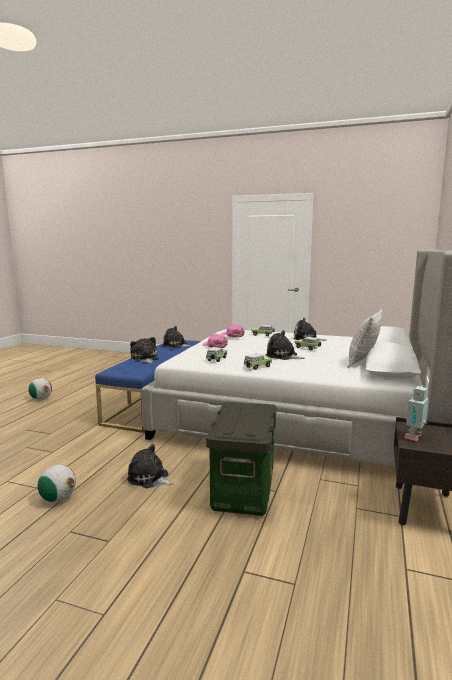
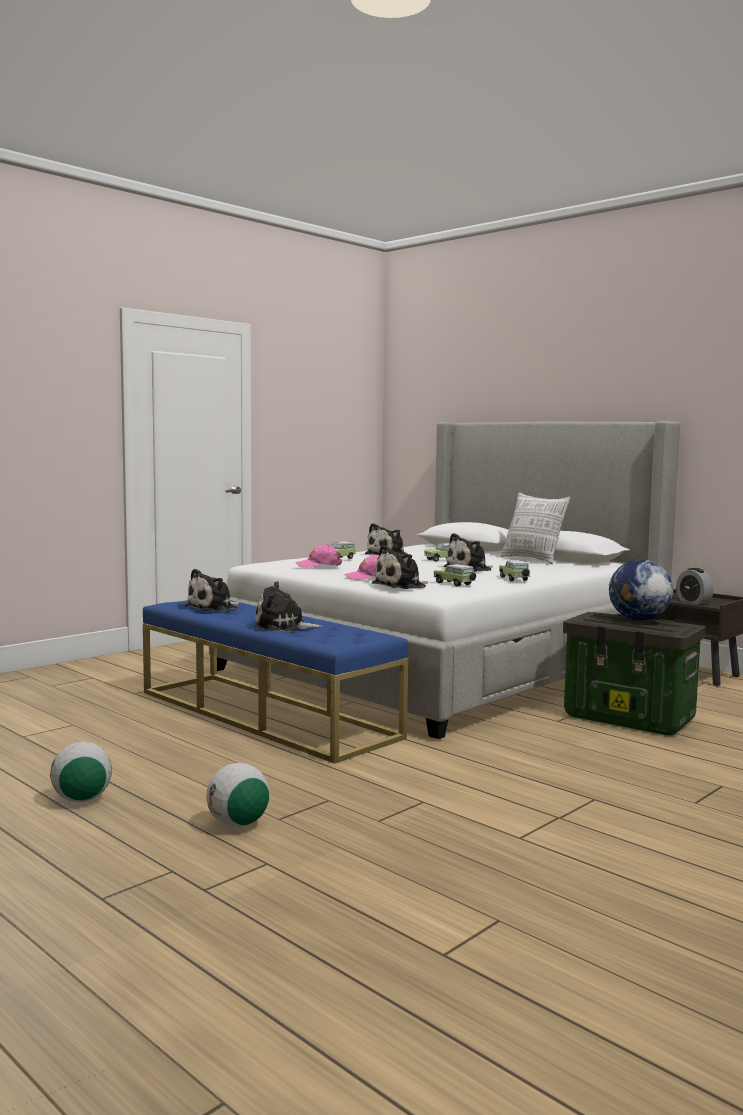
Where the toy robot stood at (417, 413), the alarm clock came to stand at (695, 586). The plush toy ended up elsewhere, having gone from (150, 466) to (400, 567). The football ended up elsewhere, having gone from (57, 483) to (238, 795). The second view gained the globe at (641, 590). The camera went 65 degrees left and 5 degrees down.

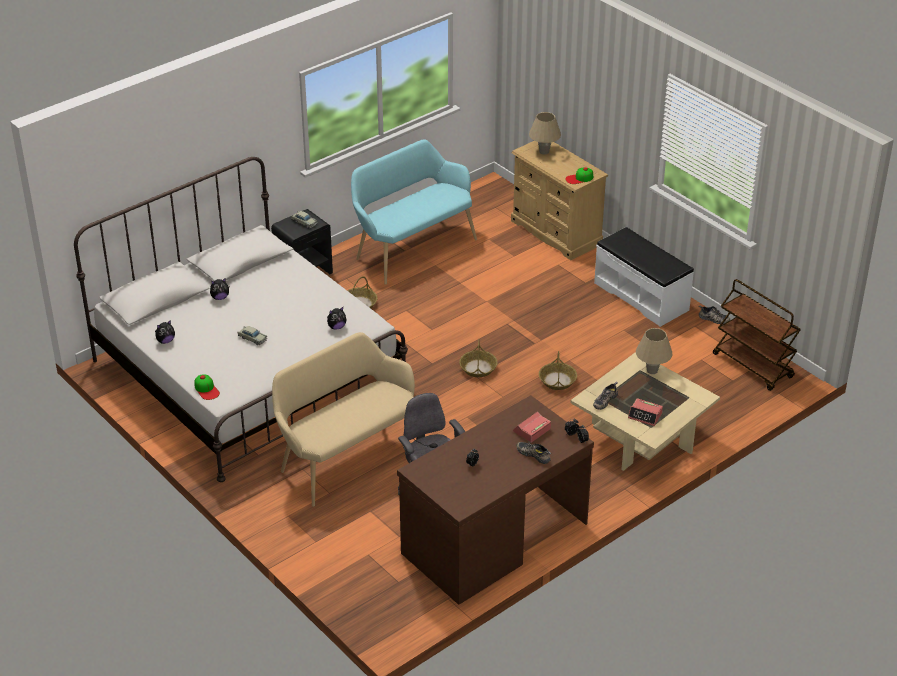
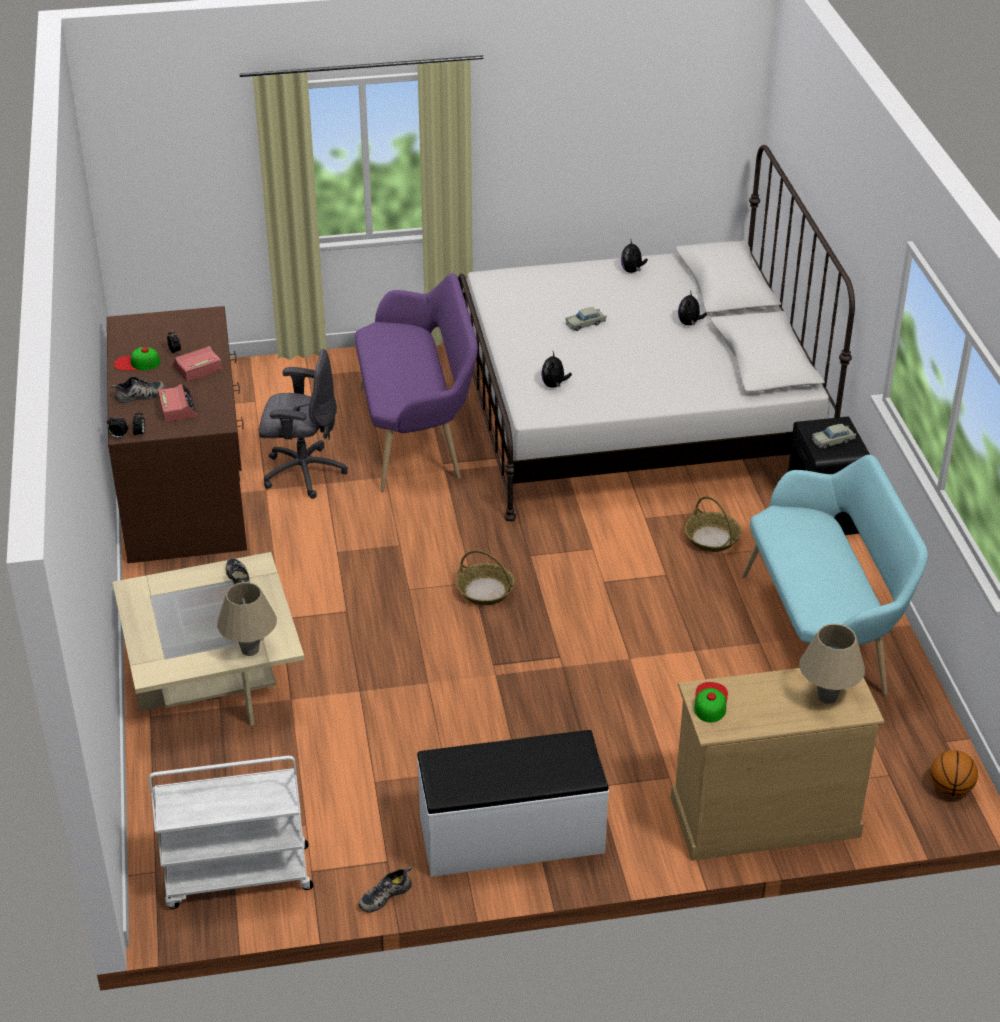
What was the cart/brown at (757, 335) turned into the cart/white at (231, 832). What was the bench/beige at (343, 419) turned into the bench/purple at (416, 382). The second view lost the basket at (558, 370). The cap ended up elsewhere, having gone from (207, 387) to (137, 359). The alarm clock ended up elsewhere, having gone from (645, 412) to (197, 364). The second view gained the basketball at (954, 773). The camera went 120 degrees right and 0 degrees up.

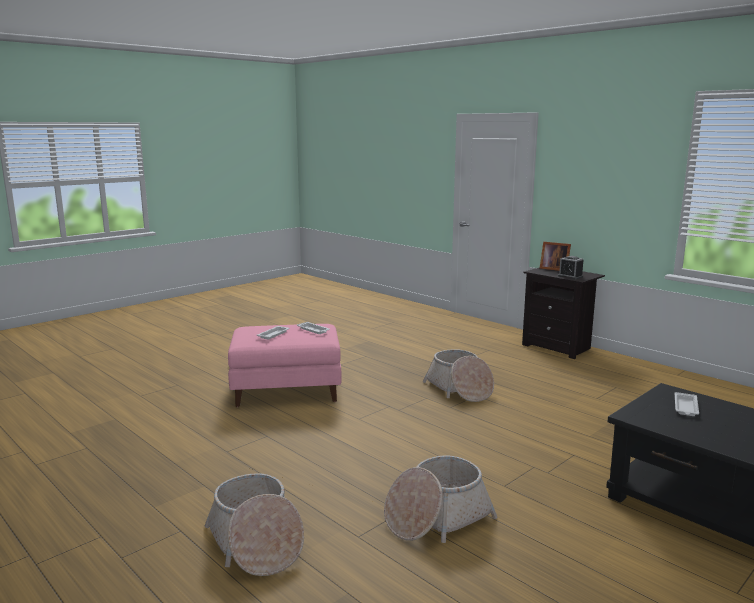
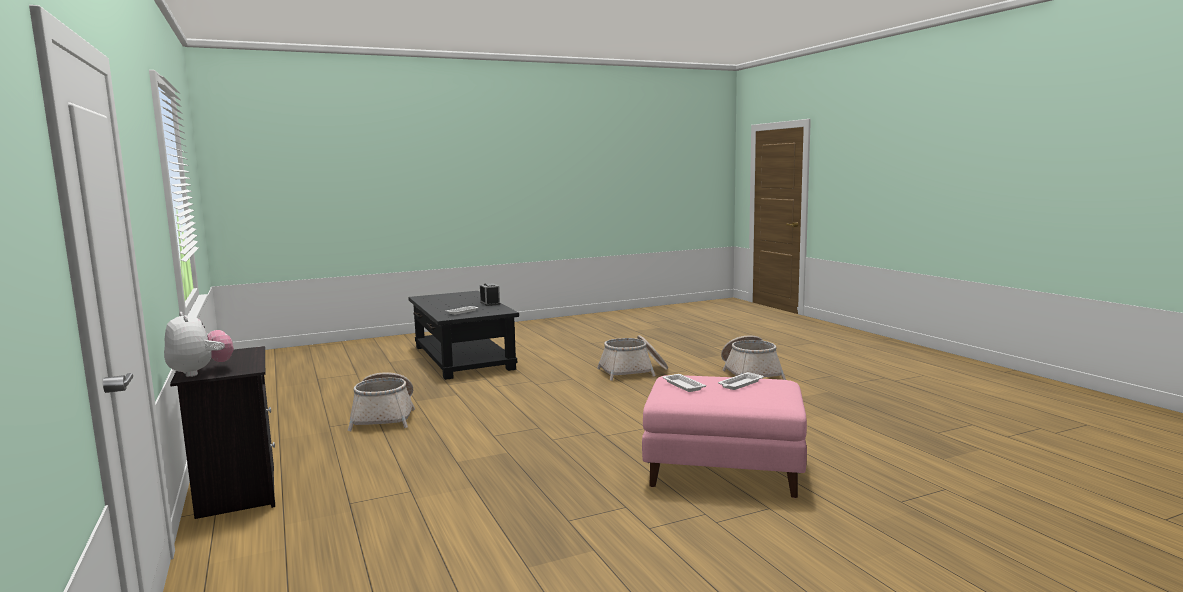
Where the picture frame stood at (555, 256), the plush toy came to stand at (199, 344). The alarm clock ended up elsewhere, having gone from (570, 267) to (490, 294). The basket ended up elsewhere, having gone from (458, 375) to (381, 401). The camera went 160 degrees left and 5 degrees down.

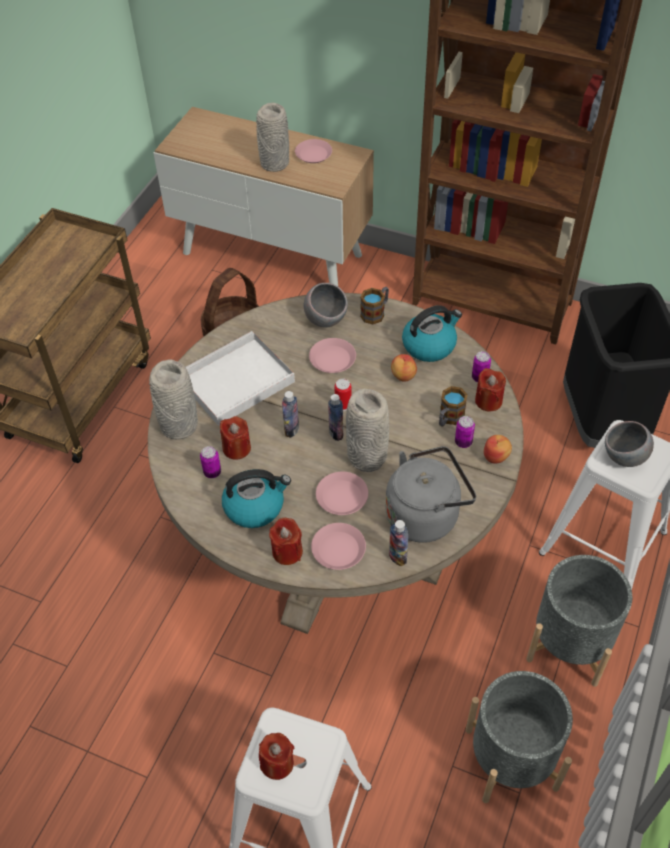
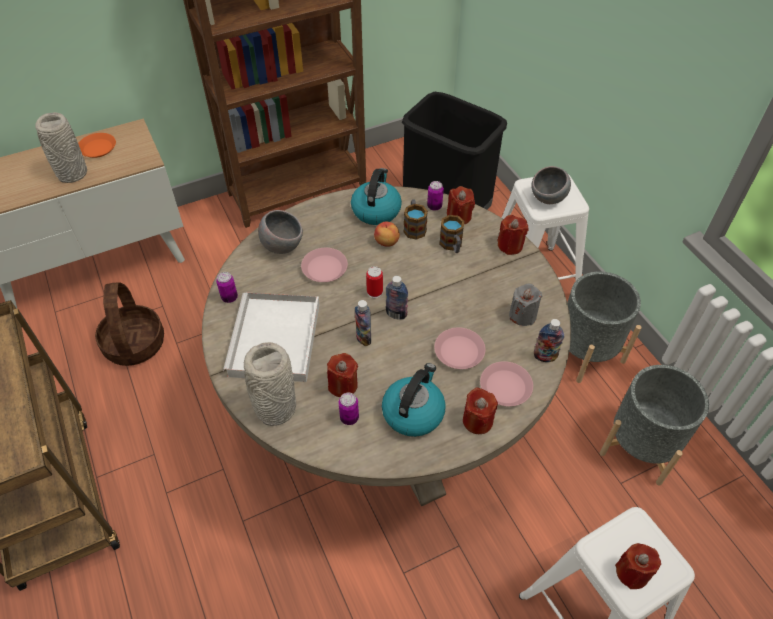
What was the plate/pink at (313, 151) turned into the plate/orange at (97, 145). The mug ended up elsewhere, having gone from (374, 305) to (415, 219). The second view lost the vase/grey at (367, 430). The can ended up elsewhere, having gone from (465, 432) to (227, 287). Where the apple stood at (498, 449), the candle/red came to stand at (513, 235). Where the kettle/grey stood at (430, 494), the candle/grey came to stand at (525, 304). The camera went 50 degrees left and 0 degrees up.

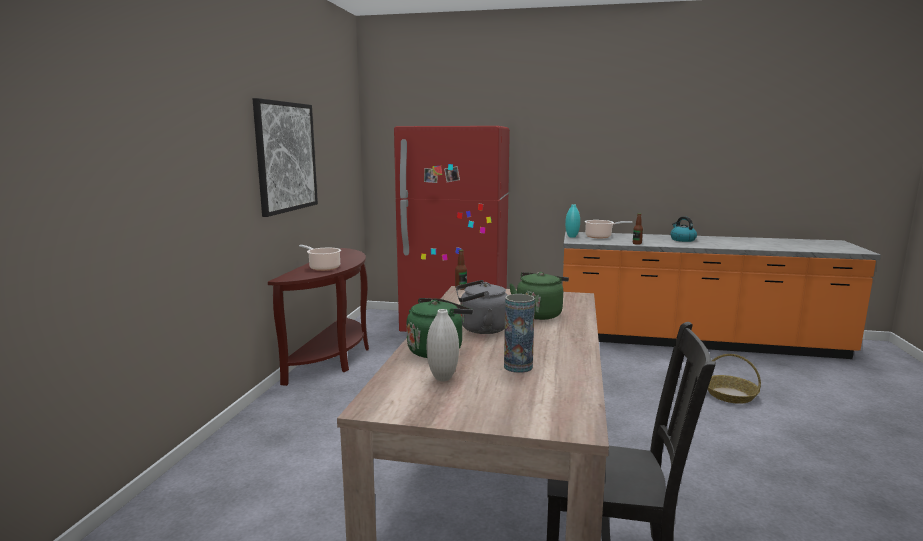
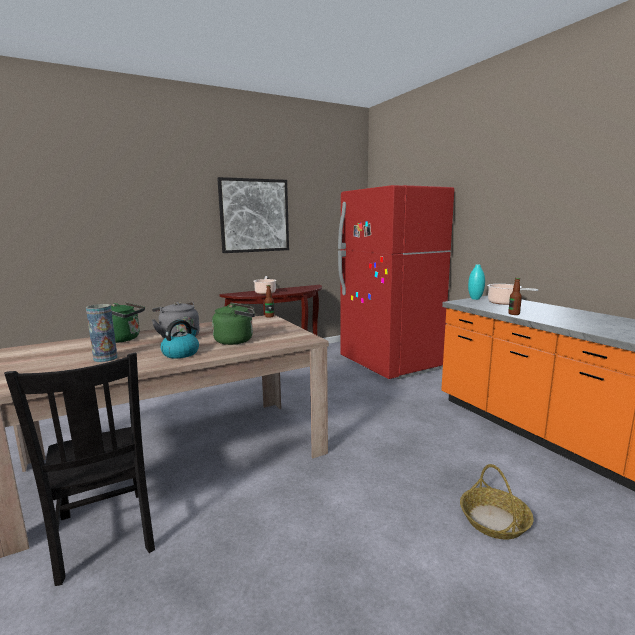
The kettle ended up elsewhere, having gone from (683, 229) to (179, 339). The second view lost the vase/white at (443, 345). The camera went 50 degrees right and 0 degrees up.

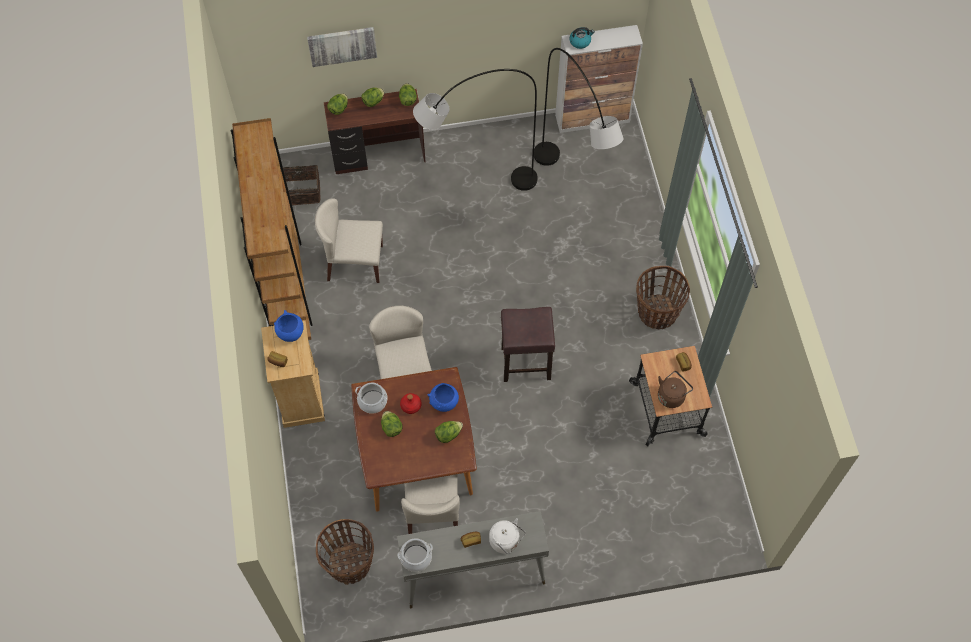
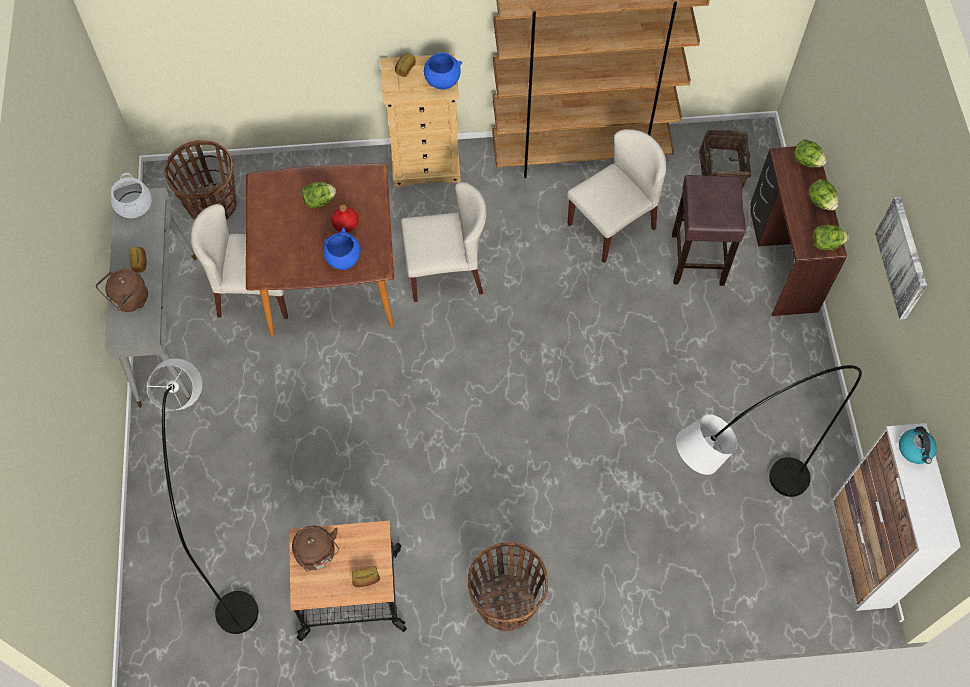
The picture ended up elsewhere, having gone from (342, 47) to (901, 258). The floor lamp/grey ended up elsewhere, having gone from (475, 130) to (202, 496). The chair/beige at (349, 240) ended up facing another way, 45 degrees clockwise from before. The stool/brown ended up elsewhere, having gone from (528, 344) to (709, 230). The second view lost the cooking pot at (371, 398). The second view lost the lettuce at (449, 432). What was the kettle/white at (507, 536) turned into the kettle/brown at (122, 290). The camera went 95 degrees right and 0 degrees up.

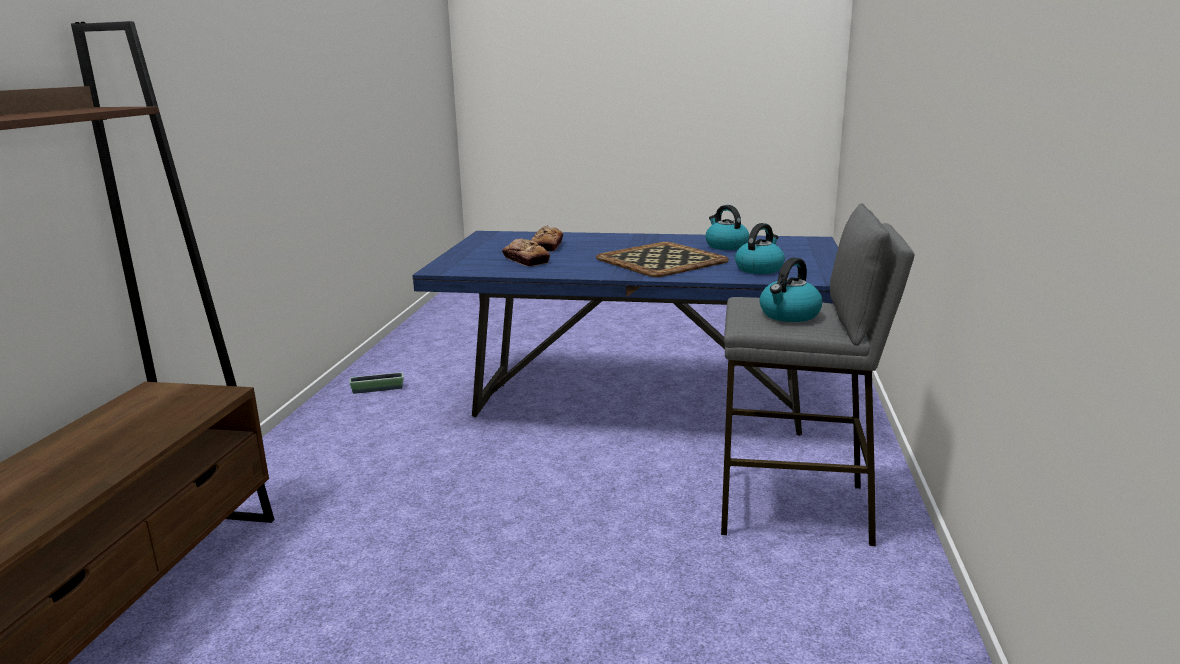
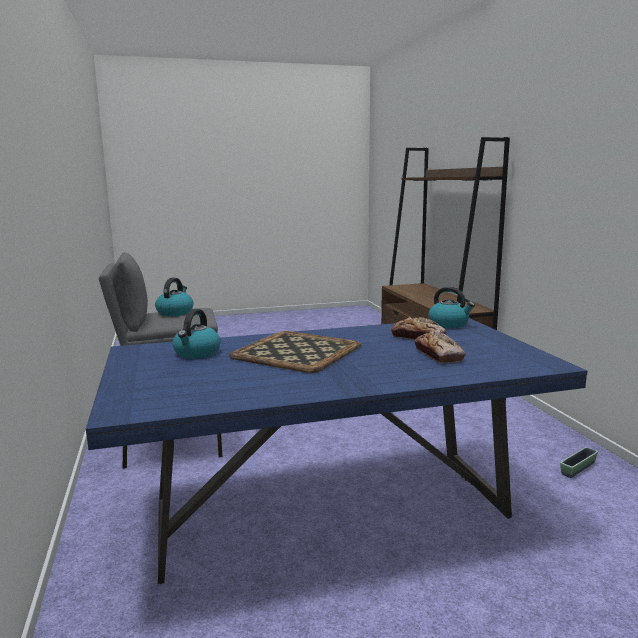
The kettle ended up elsewhere, having gone from (727, 227) to (452, 307). The camera went 155 degrees right and 5 degrees down.

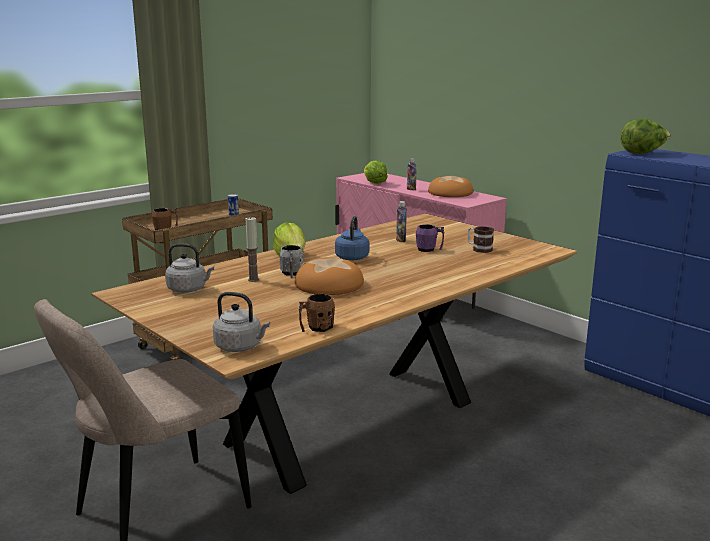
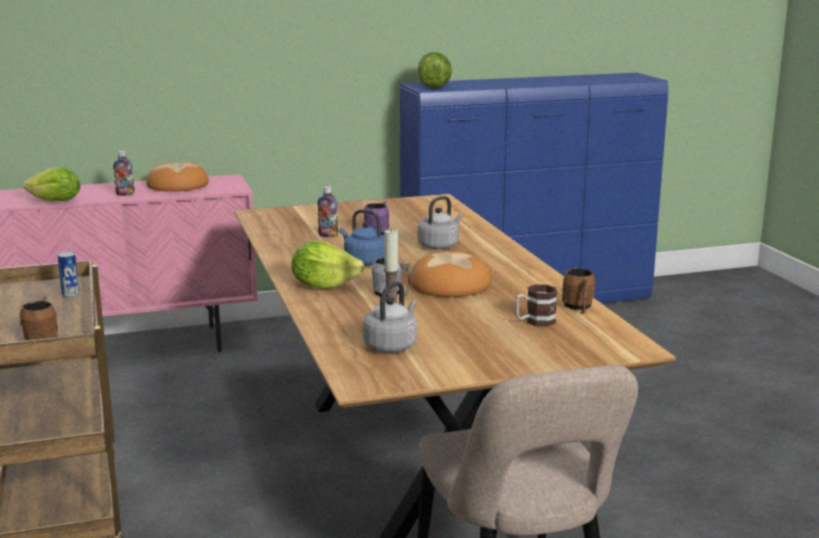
The mug ended up elsewhere, having gone from (481, 239) to (536, 305). The kettle/grey ended up elsewhere, having gone from (241, 322) to (440, 222). The camera went 65 degrees left and 0 degrees up.

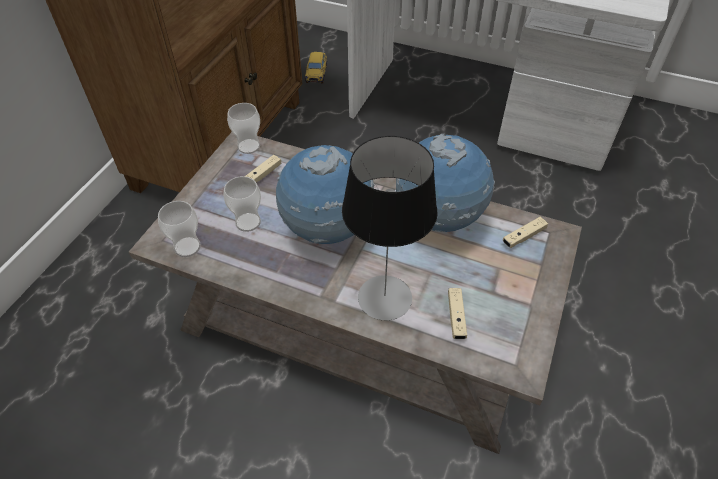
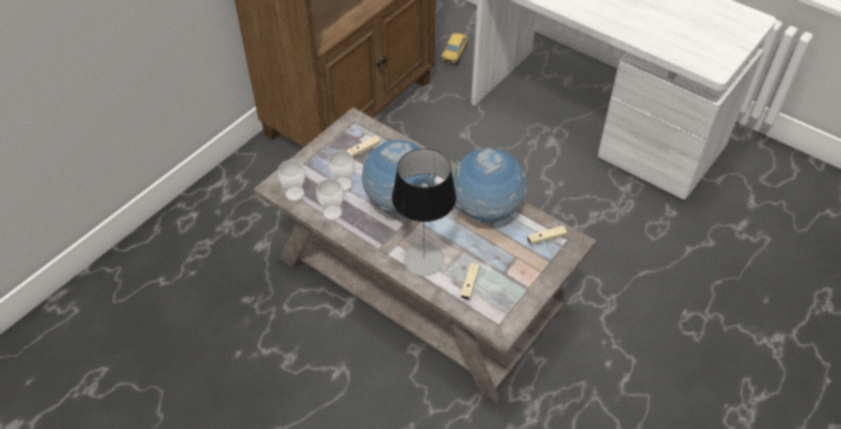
The cup ended up elsewhere, having gone from (243, 128) to (330, 199). The camera went 15 degrees right and 0 degrees up.

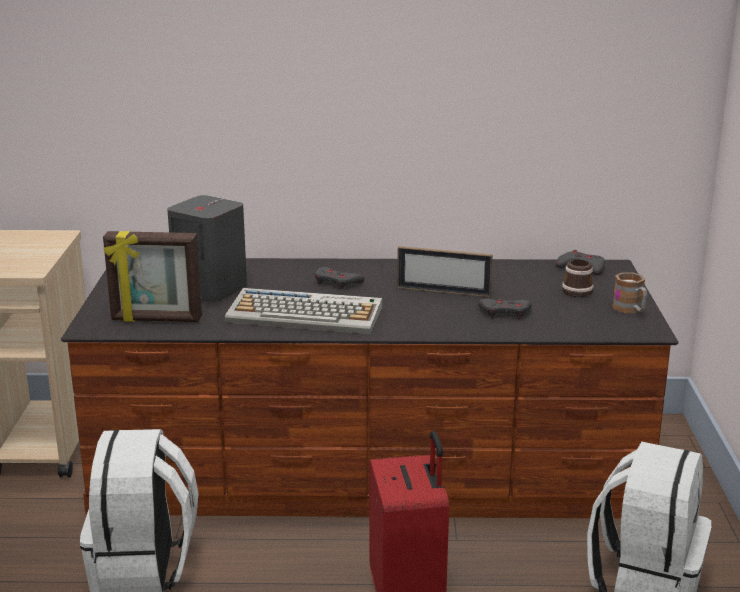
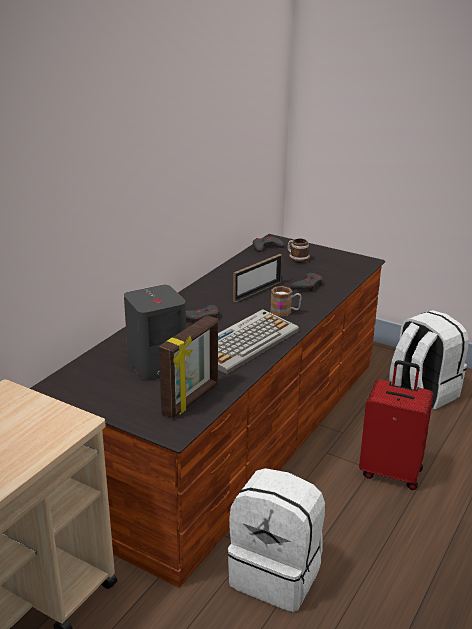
The mug ended up elsewhere, having gone from (629, 292) to (286, 301). The camera went 60 degrees left and 5 degrees up.

